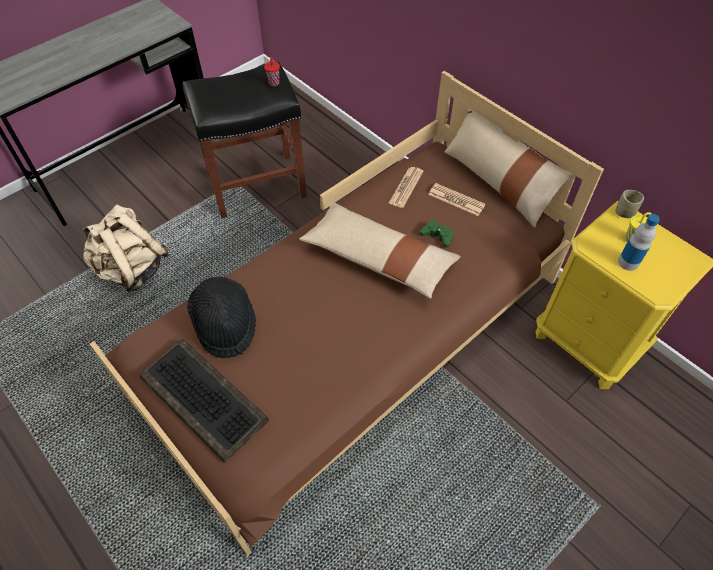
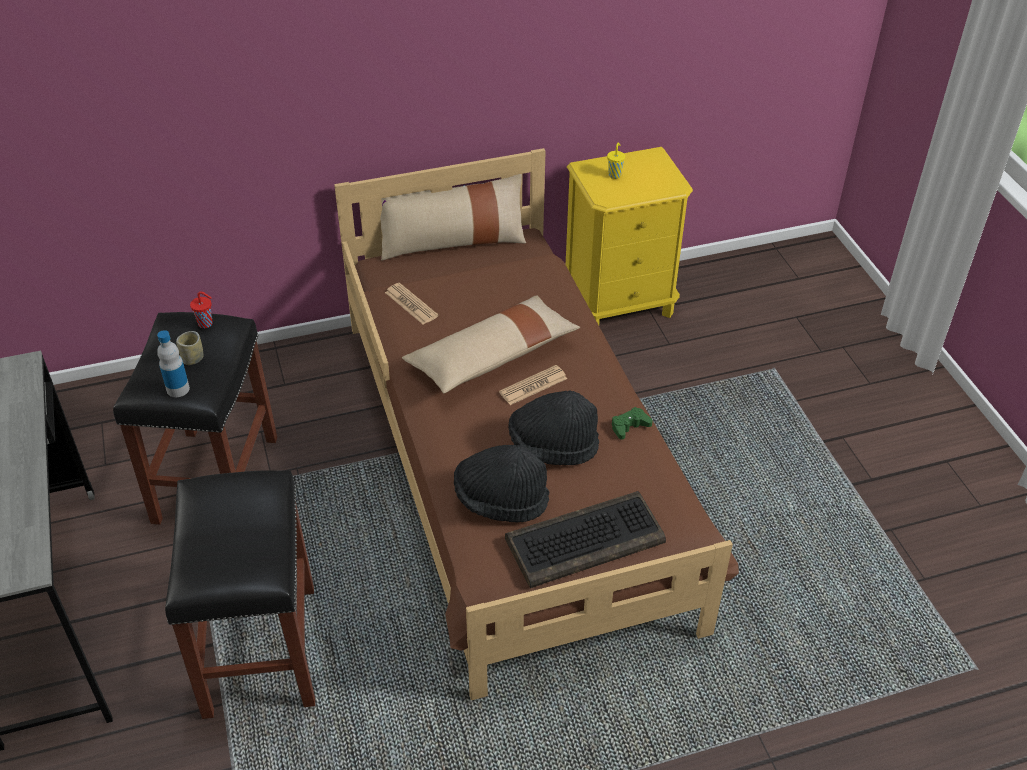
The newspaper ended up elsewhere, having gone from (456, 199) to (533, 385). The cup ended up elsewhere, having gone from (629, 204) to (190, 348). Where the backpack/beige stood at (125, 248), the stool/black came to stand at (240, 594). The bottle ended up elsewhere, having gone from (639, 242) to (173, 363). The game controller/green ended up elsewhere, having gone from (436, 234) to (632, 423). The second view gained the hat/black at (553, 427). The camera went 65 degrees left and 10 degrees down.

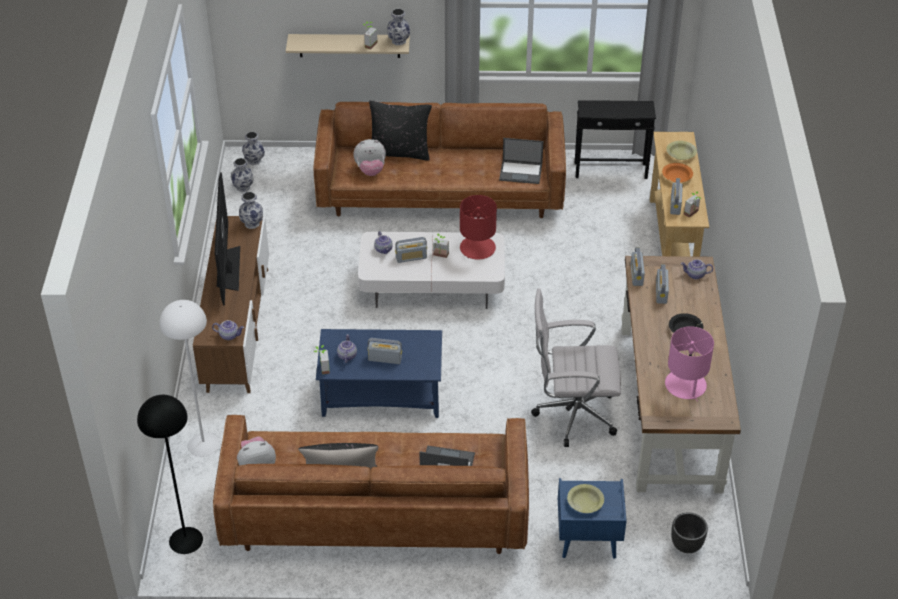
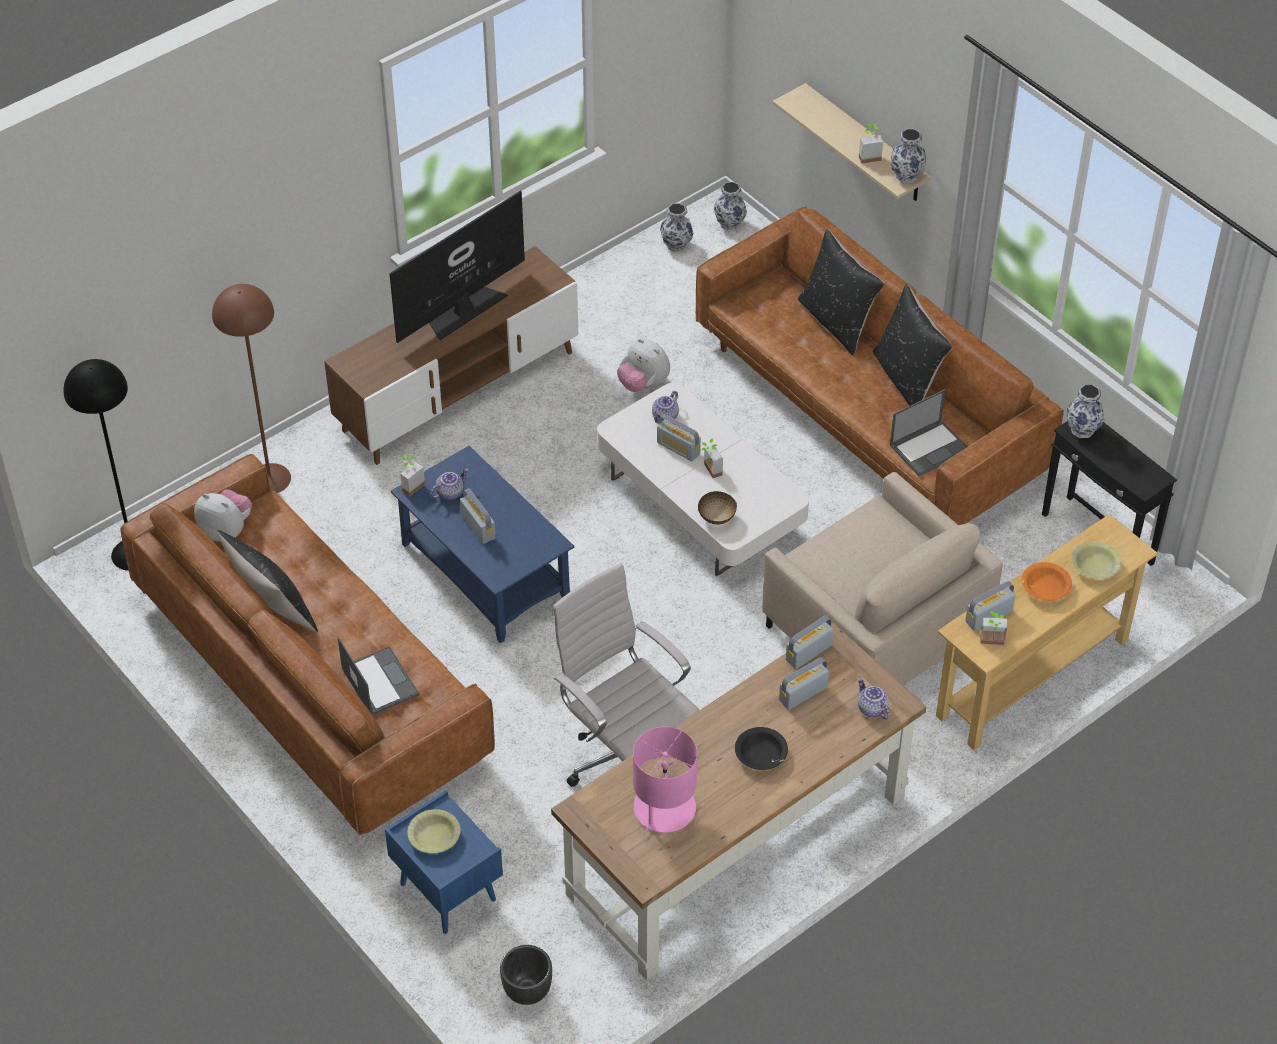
The laptop at (521, 161) ended up facing another way, 90 degrees counterclockwise from before. The plush toy ended up elsewhere, having gone from (369, 157) to (643, 365). The vase ended up elsewhere, having gone from (251, 210) to (1085, 411). The second view lost the table lamp/red at (478, 227). What was the floor lamp/white at (189, 378) turned into the floor lamp/brown at (251, 388). The second view lost the teapot at (228, 330). The second view gained the pillow/black at (912, 345). The second view gained the armchair/beige at (882, 578). The second view gained the bowl at (717, 508). The camera went 50 degrees right and 5 degrees up.

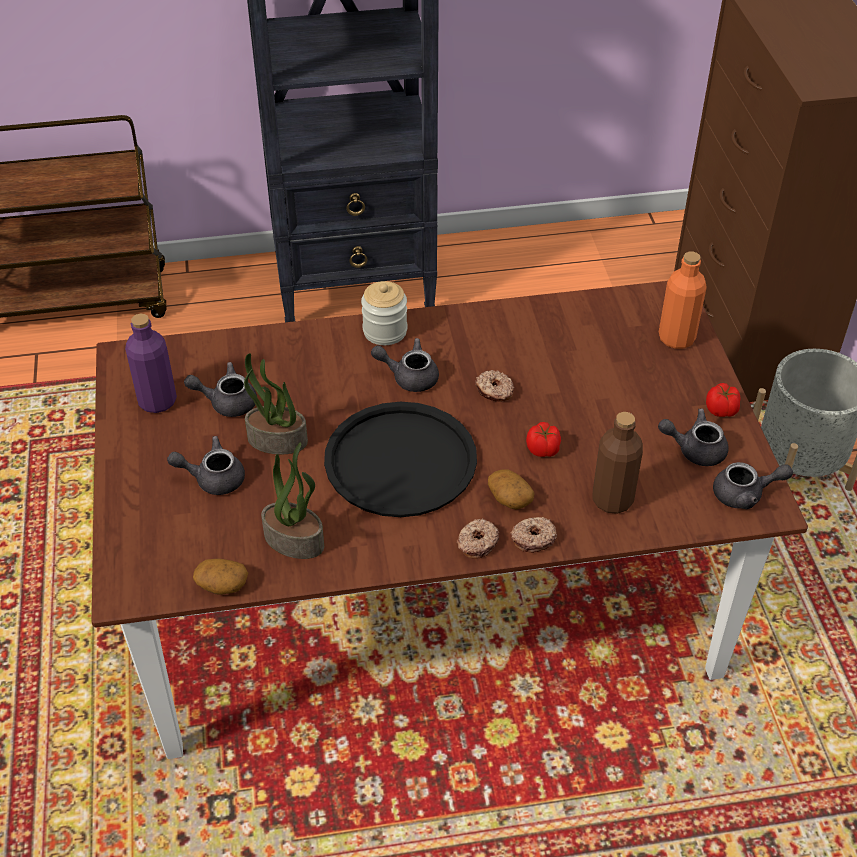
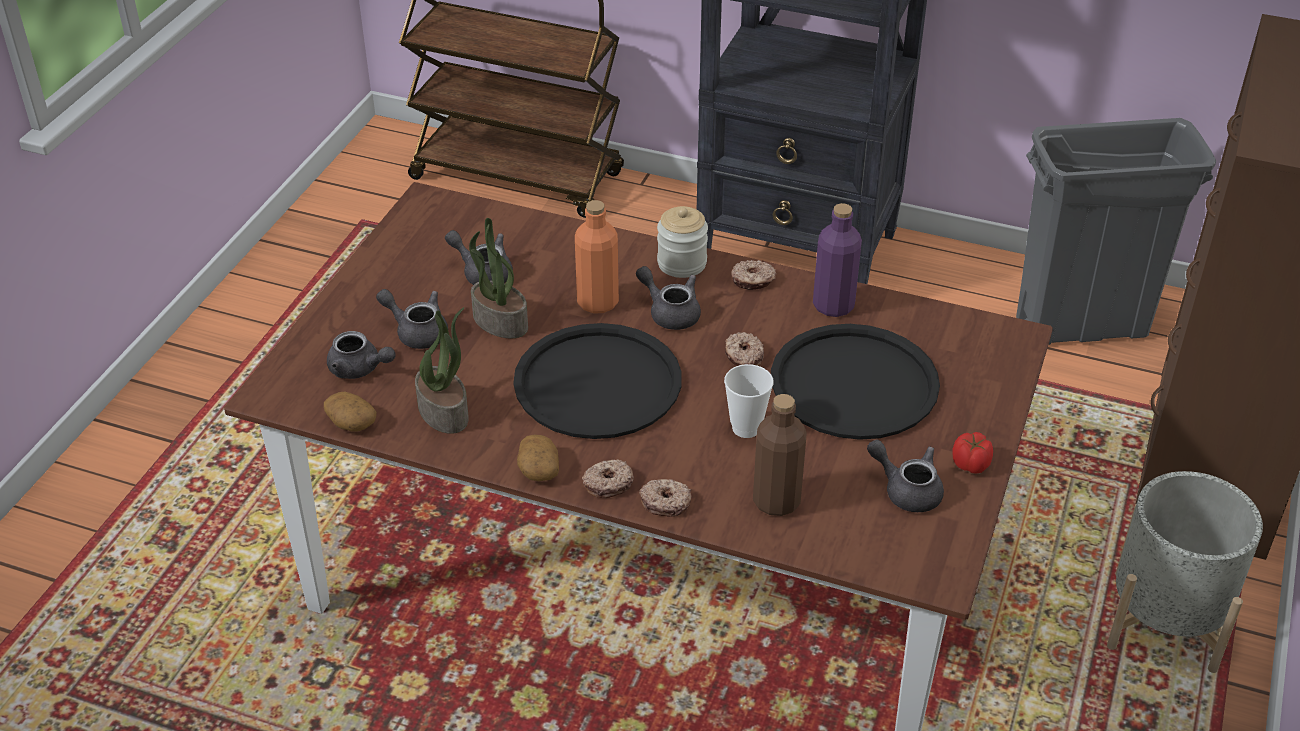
The bottle/orange ended up elsewhere, having gone from (683, 300) to (597, 256). The bottle/purple ended up elsewhere, having gone from (151, 363) to (837, 260). Where the tomato stood at (543, 439), the cup came to stand at (749, 401). The teapot/grey ended up elsewhere, having gone from (753, 485) to (361, 355). The potato ended up elsewhere, having gone from (511, 489) to (538, 457). The second view gained the trash can/grey at (1116, 231). The second view gained the donut at (754, 275). The second view gained the tray/black at (855, 382). The camera went 30 degrees right and 5 degrees down.

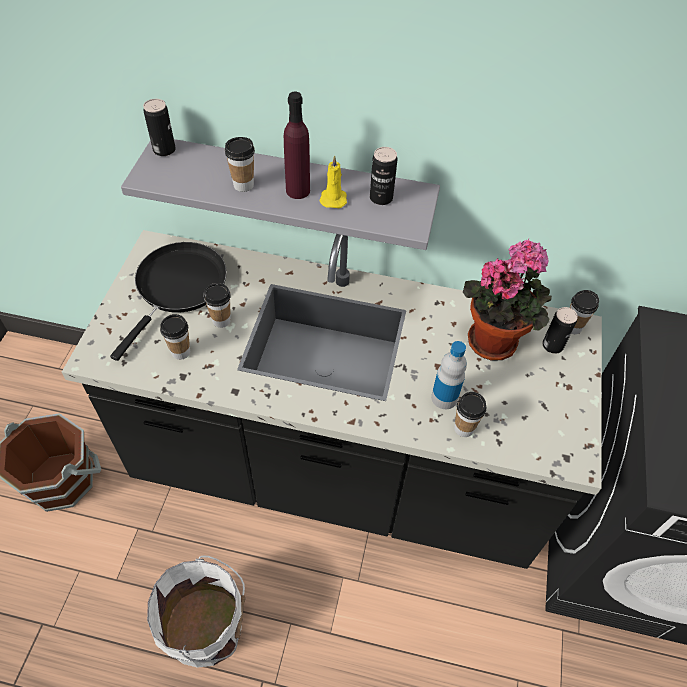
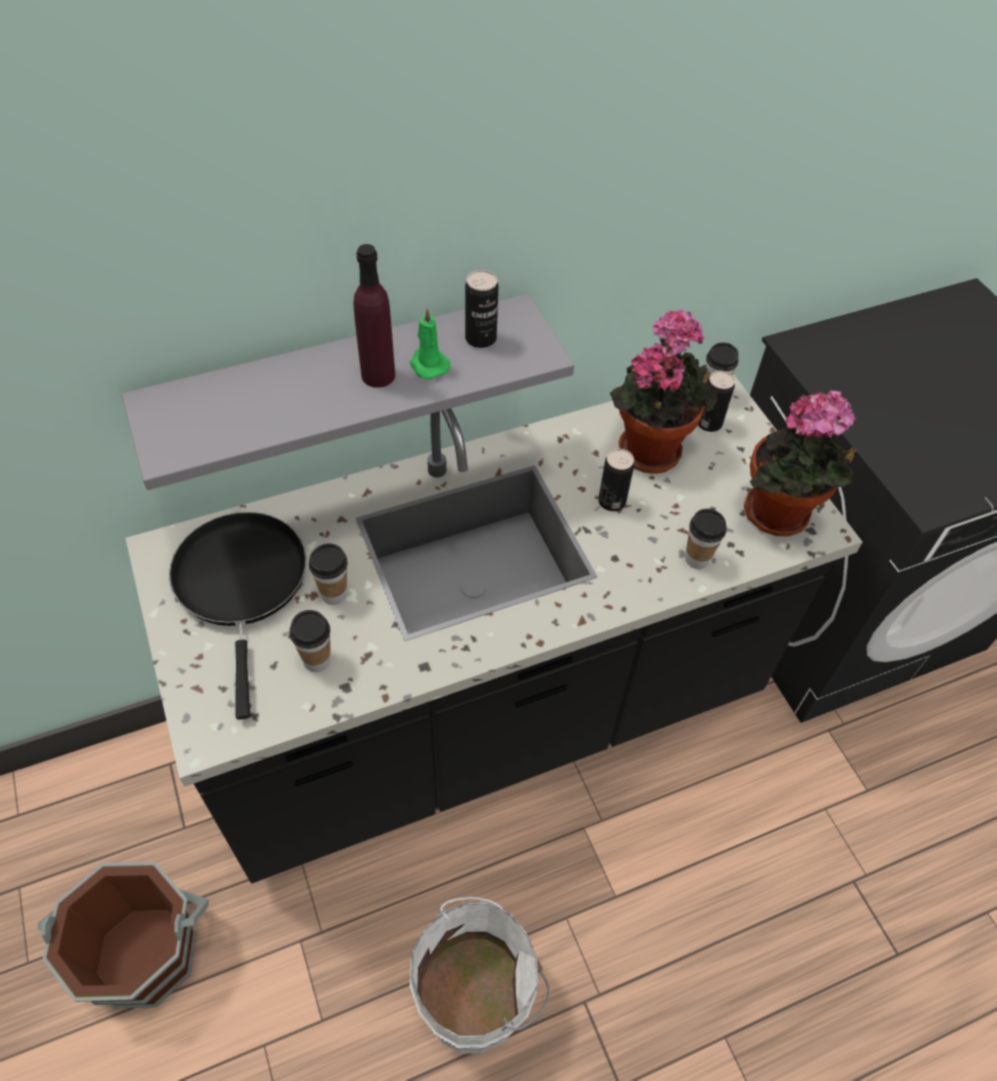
The can ended up elsewhere, having gone from (159, 127) to (616, 480). The second view lost the cup at (240, 164). What was the candle/yellow at (333, 181) turned into the candle/green at (430, 343). The second view lost the bottle at (449, 375). The second view gained the potted plant at (801, 463). The camera went 35 degrees left and 0 degrees up.

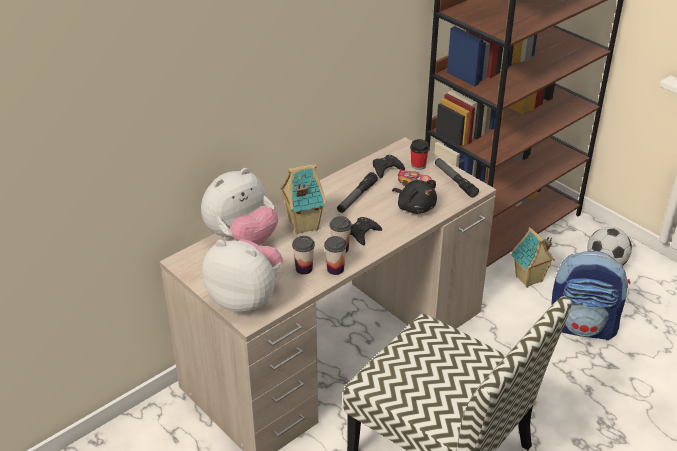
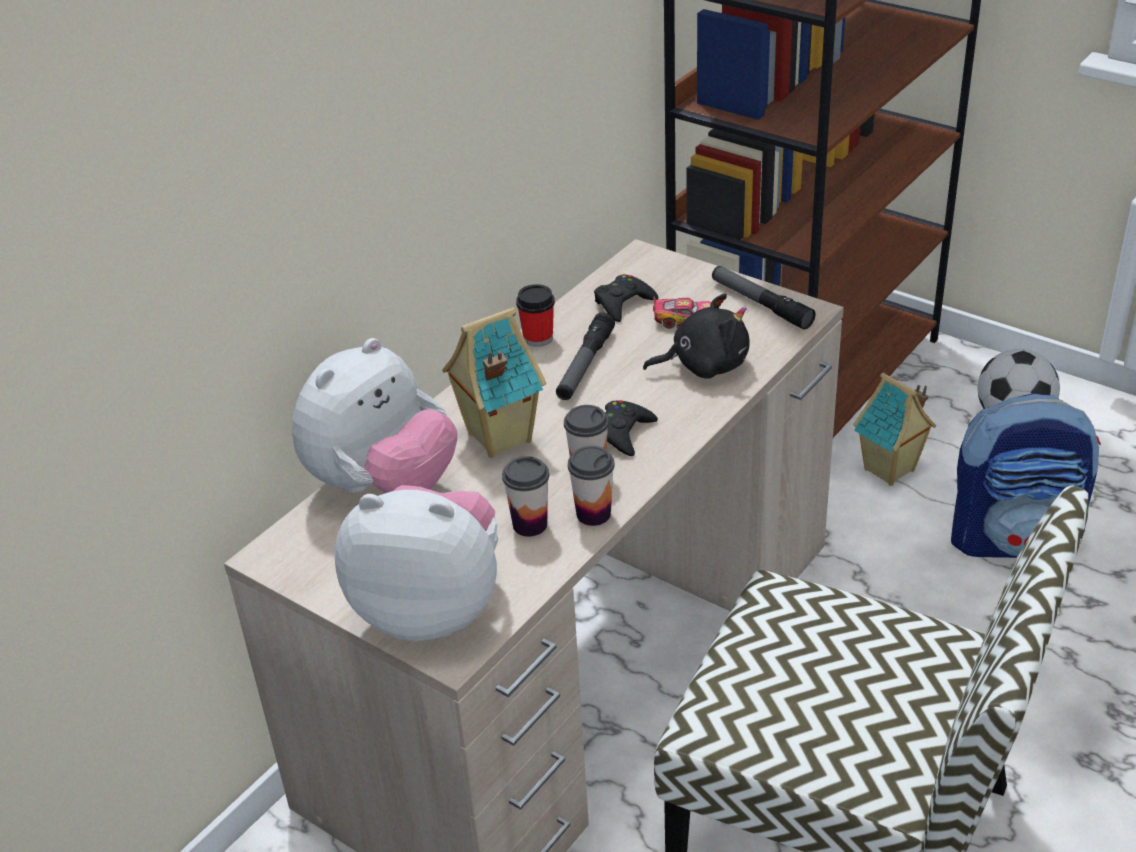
The cup ended up elsewhere, having gone from (419, 154) to (535, 315). The plush toy/black at (414, 197) ended up facing another way, 45 degrees counterclockwise from before. The camera went 10 degrees left and 0 degrees up.

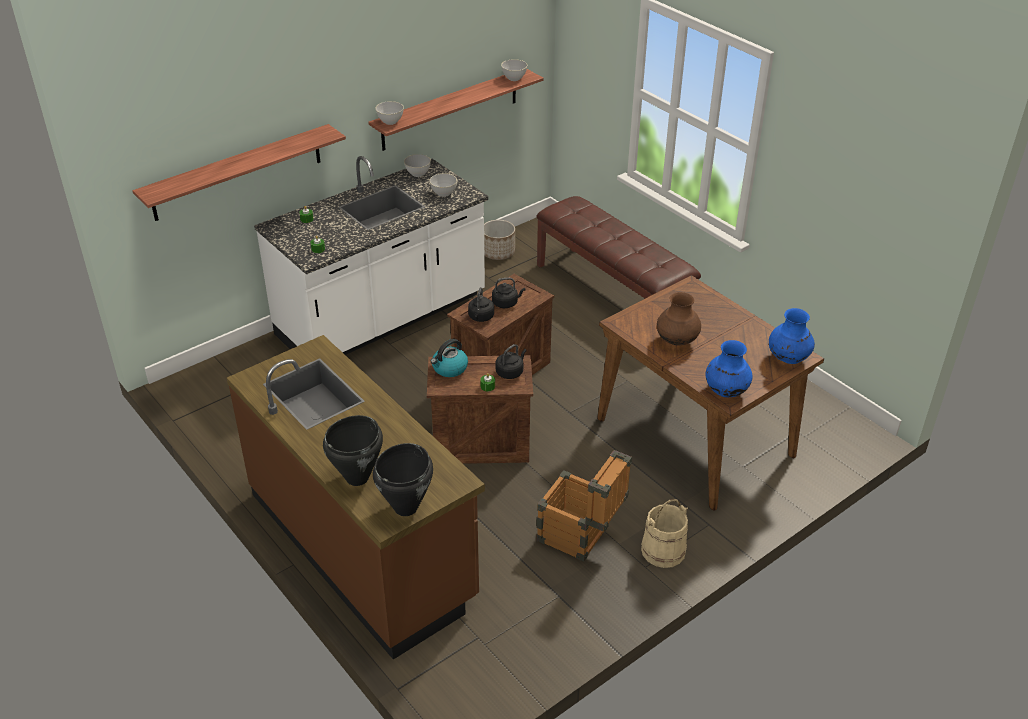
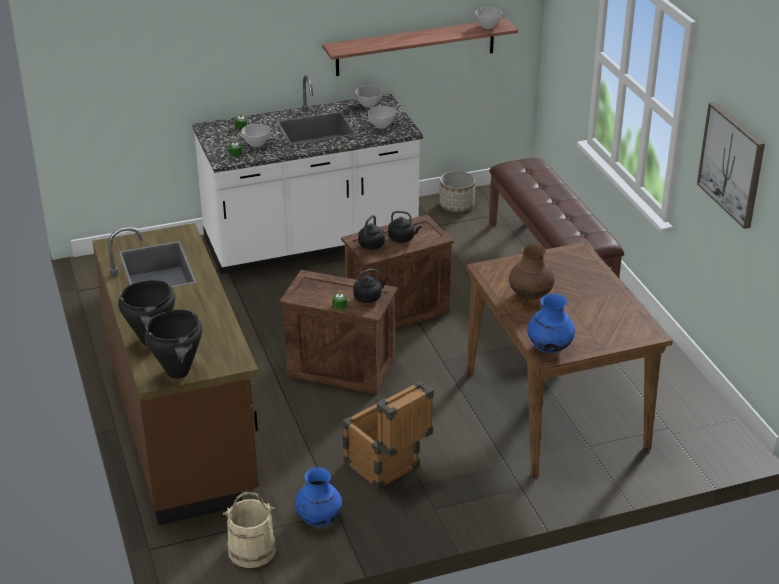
The bowl/grey ended up elsewhere, having gone from (390, 113) to (256, 135). The second view lost the shelf at (239, 172). The vase/blue ended up elsewhere, having gone from (792, 336) to (318, 496). The second view lost the kettle at (449, 358). The bucket/beige ended up elsewhere, having gone from (664, 533) to (249, 530). The second view gained the picture at (731, 165). The camera went 20 degrees right and 5 degrees down.

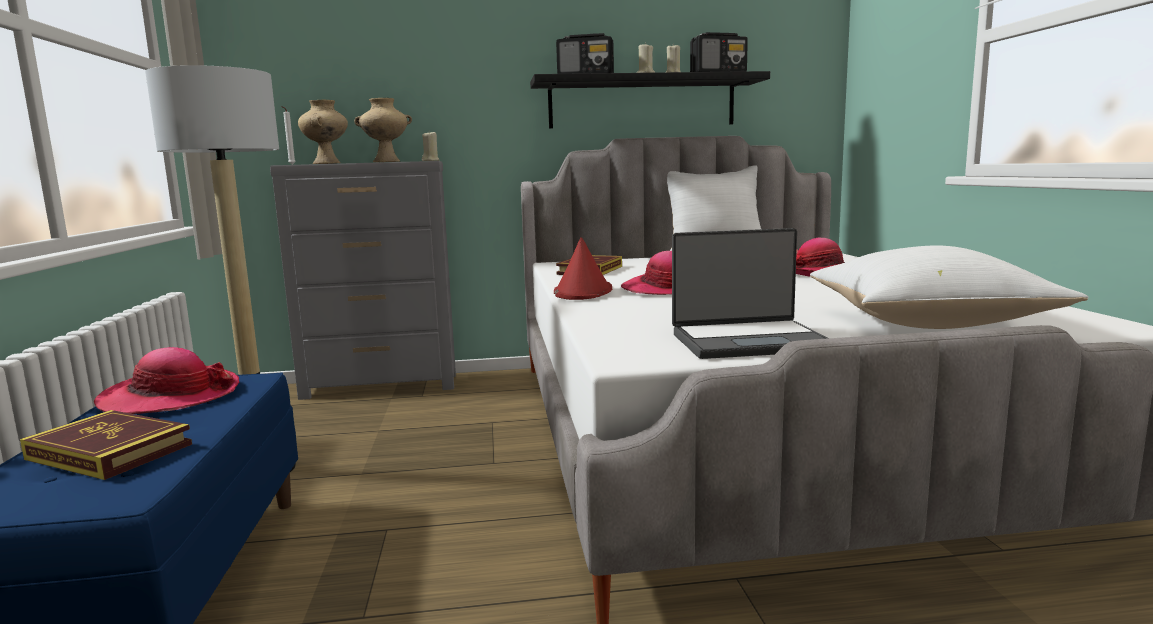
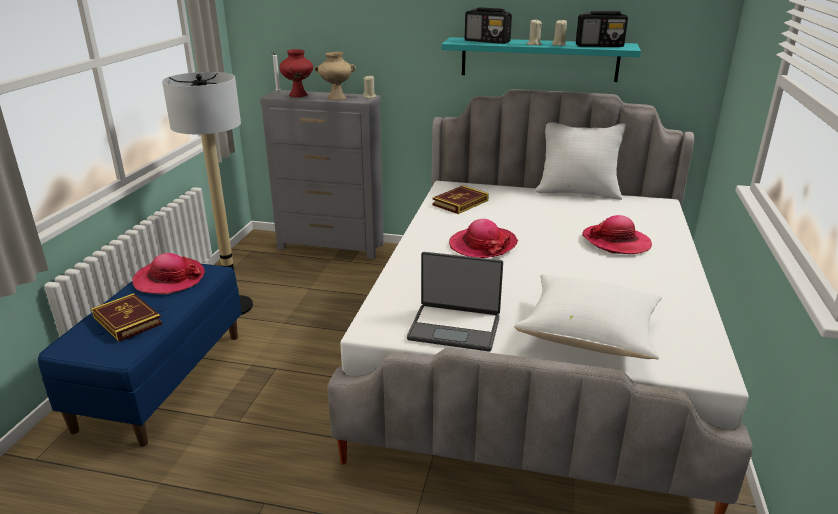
What was the shelf/black at (650, 99) turned into the shelf/turquoise at (541, 59). What was the vase/beige at (323, 132) turned into the vase/red at (296, 73). The second view lost the hat/red at (583, 268). The camera went 20 degrees right and 15 degrees up.

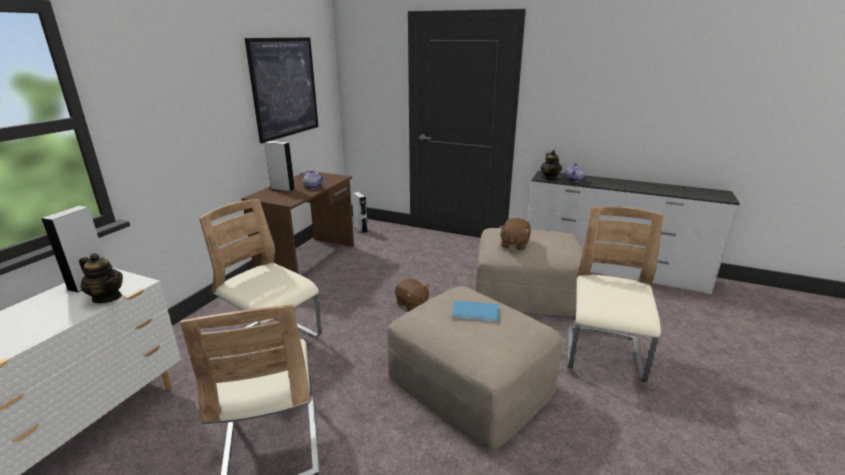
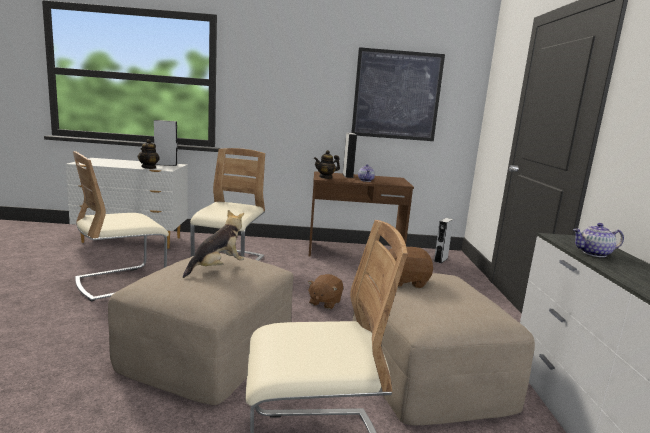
The teapot ended up elsewhere, having gone from (551, 165) to (327, 164). Where the book/blue stood at (475, 311), the plush toy came to stand at (213, 244). The camera went 65 degrees right and 10 degrees down.

